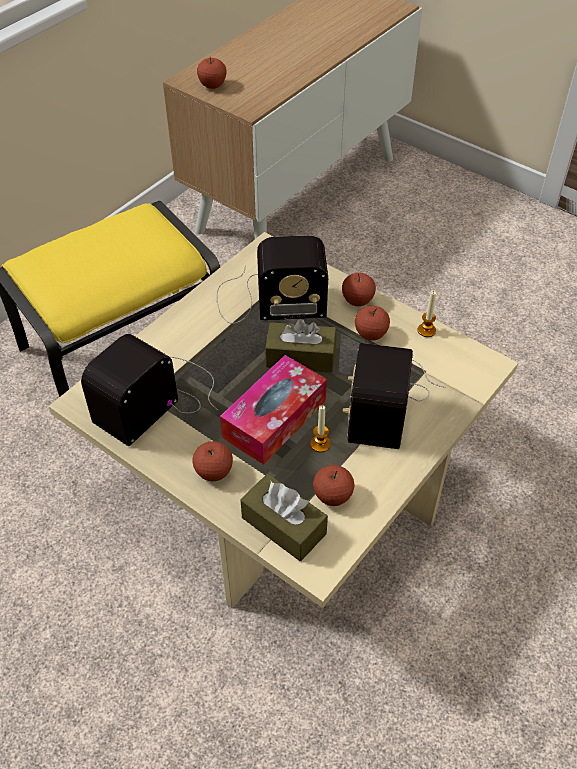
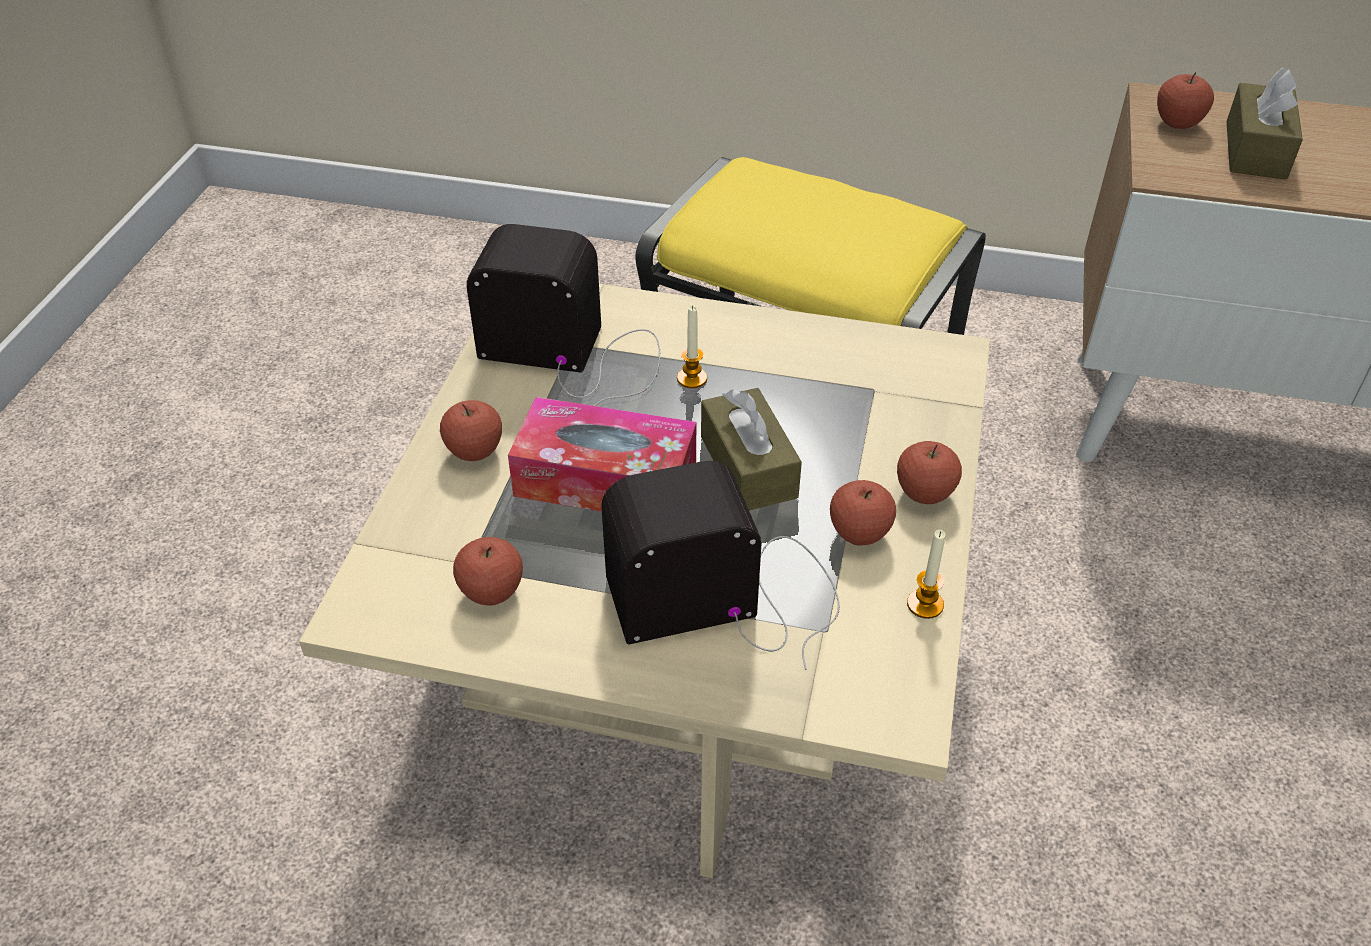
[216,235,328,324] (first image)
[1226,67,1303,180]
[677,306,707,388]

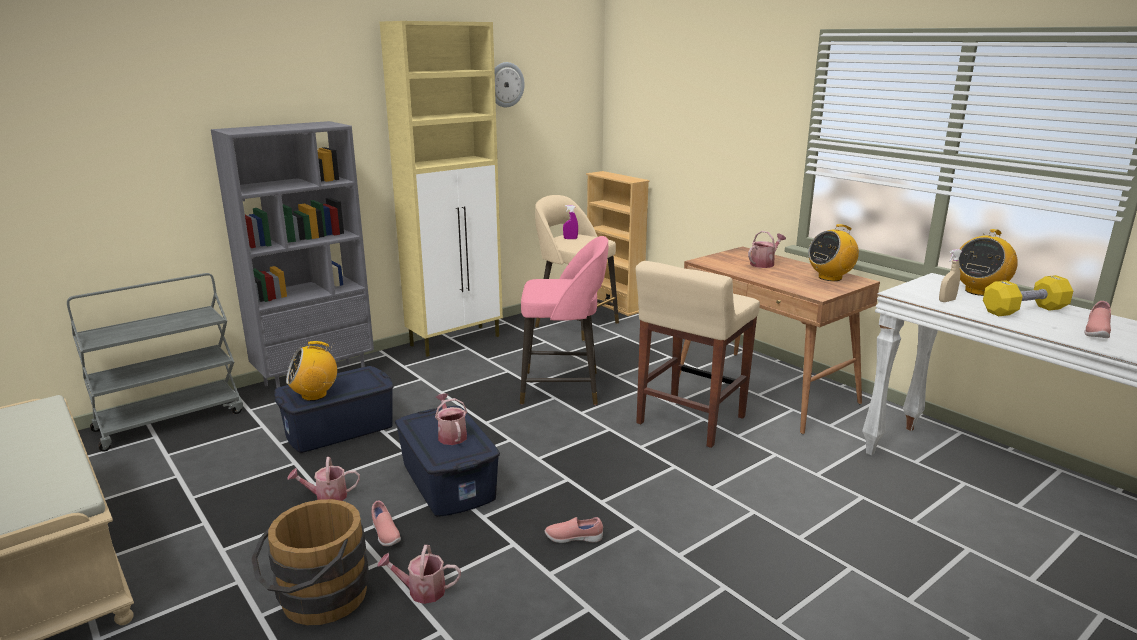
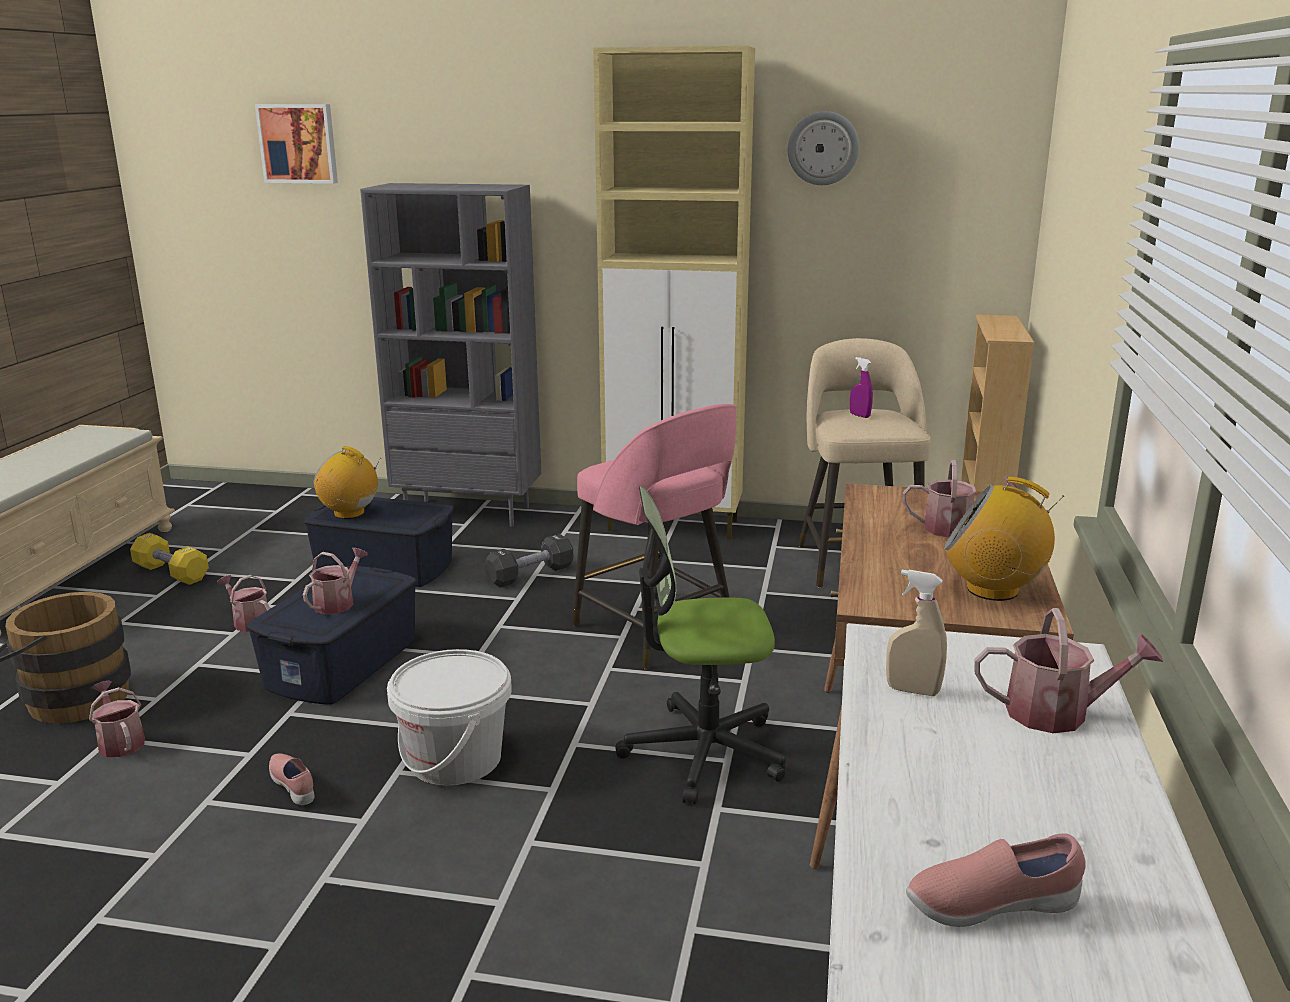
[67,273,243,451] (first image)
[372,501,401,546] (first image)
[616,487,786,804]
[974,608,1163,733]
[130,533,209,585]
[255,104,338,184]
[387,649,512,786]
[485,534,573,588]

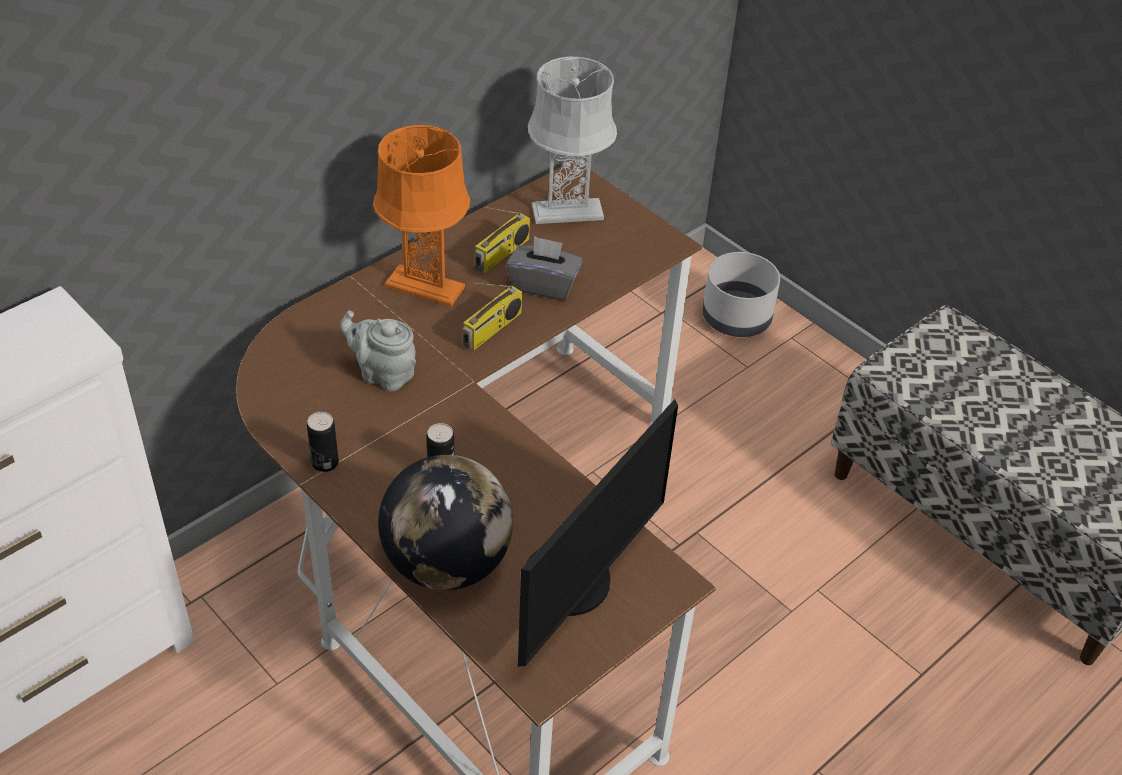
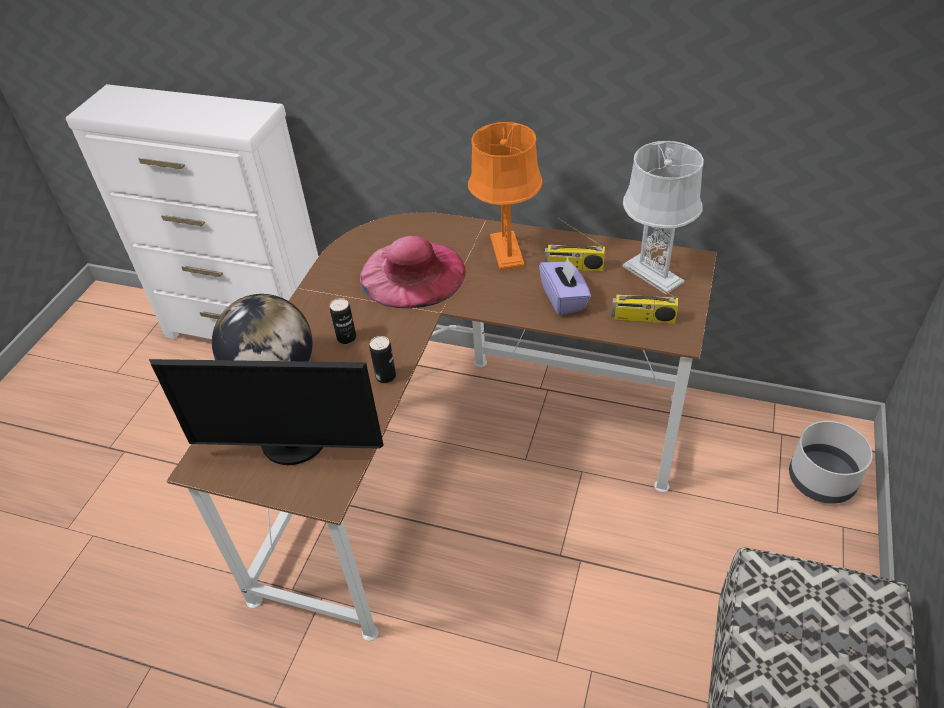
[370,336,396,383]
[360,236,466,308]
[612,267,678,324]
[539,257,591,316]

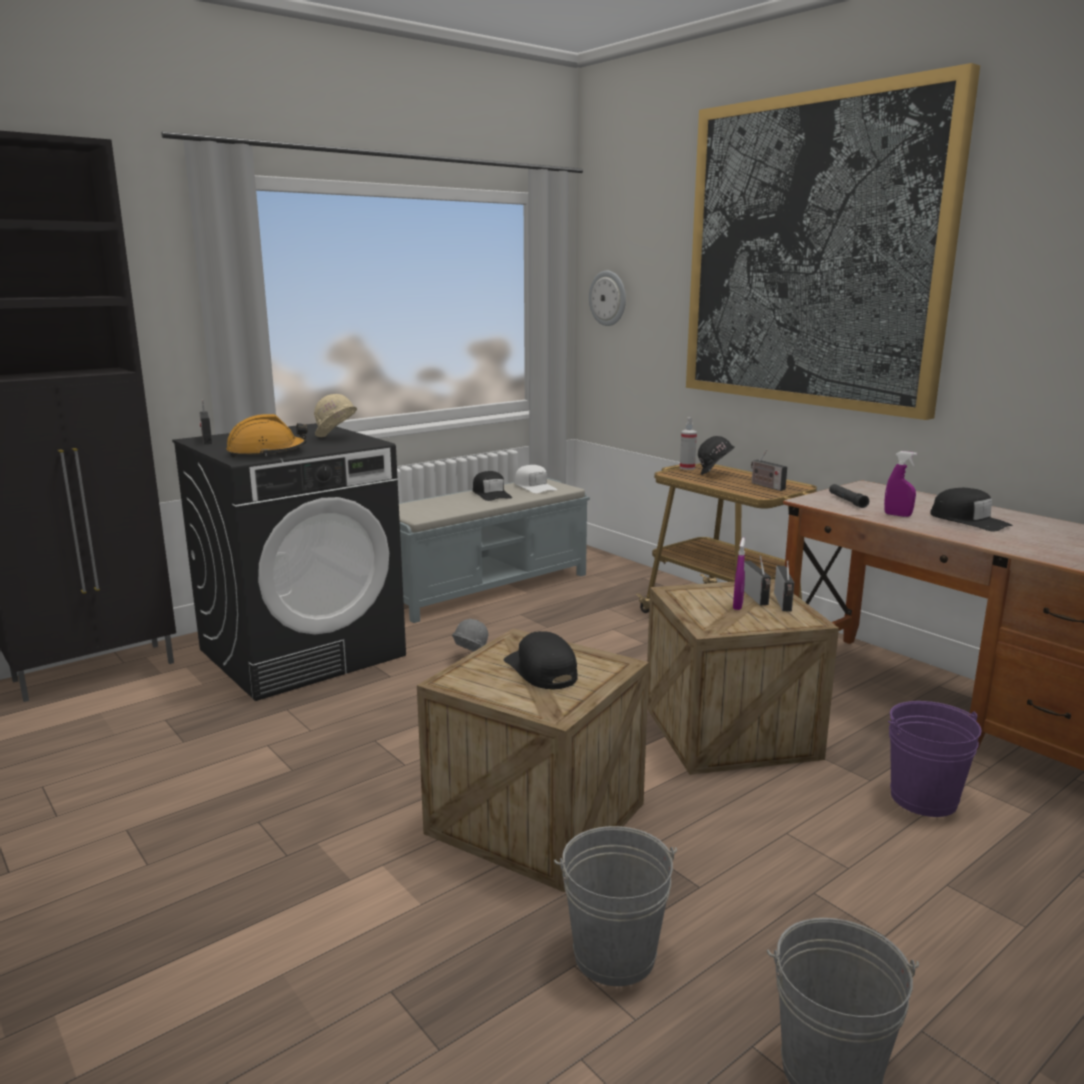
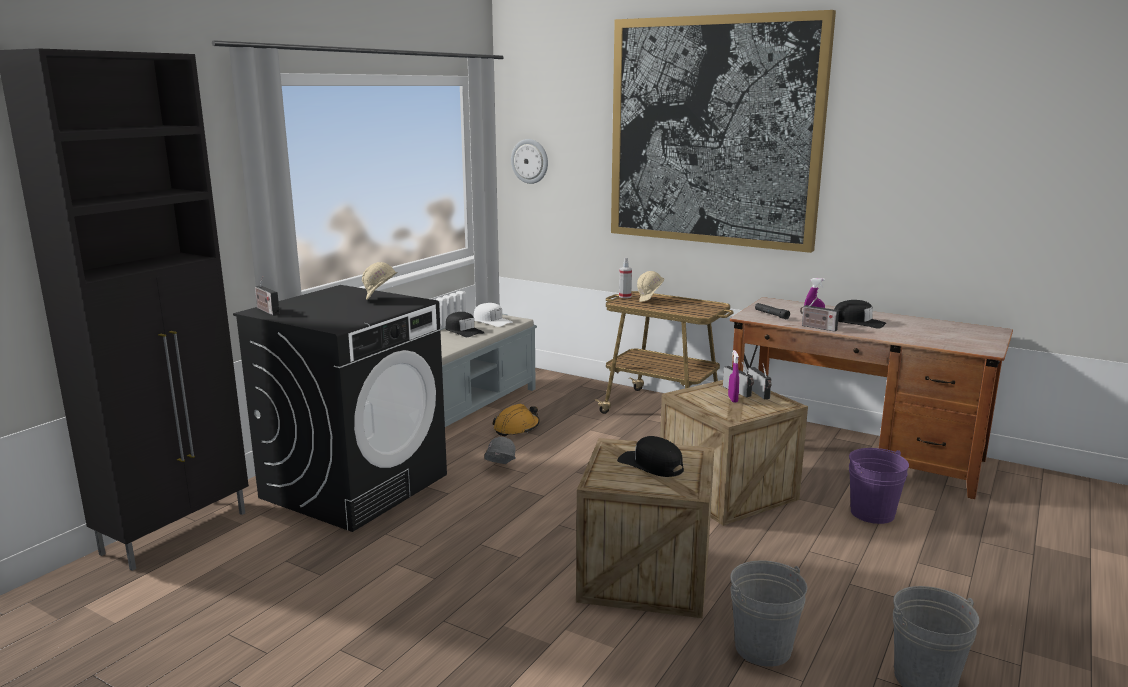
[492,404,540,436]
[637,271,664,302]
[800,297,839,332]

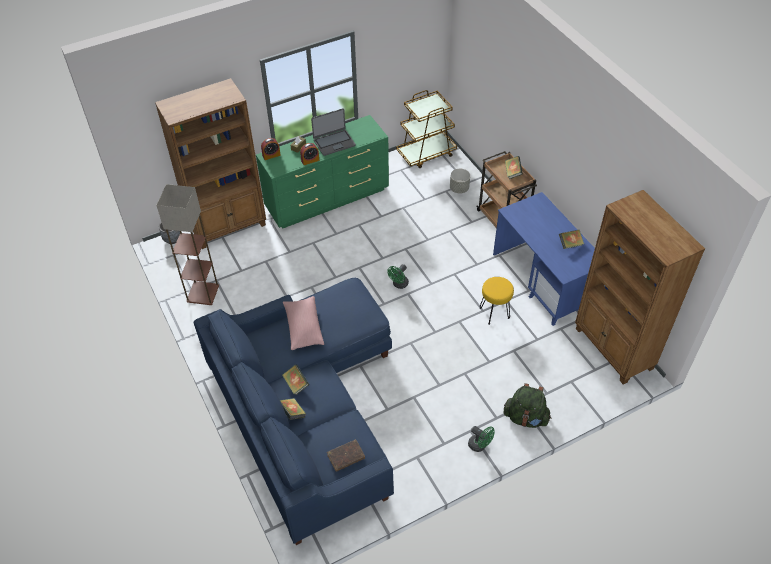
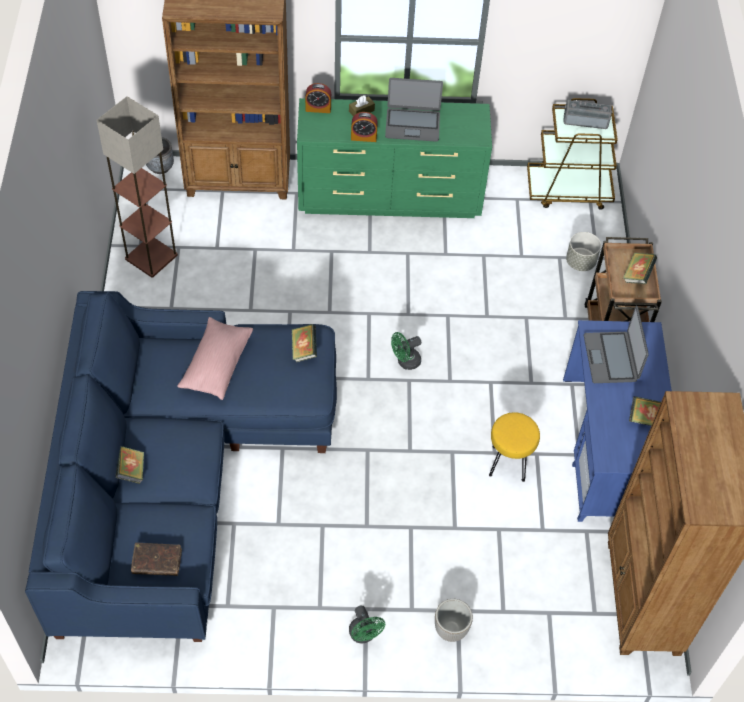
[292,324,317,362]
[435,599,473,642]
[563,100,613,129]
[584,306,649,383]

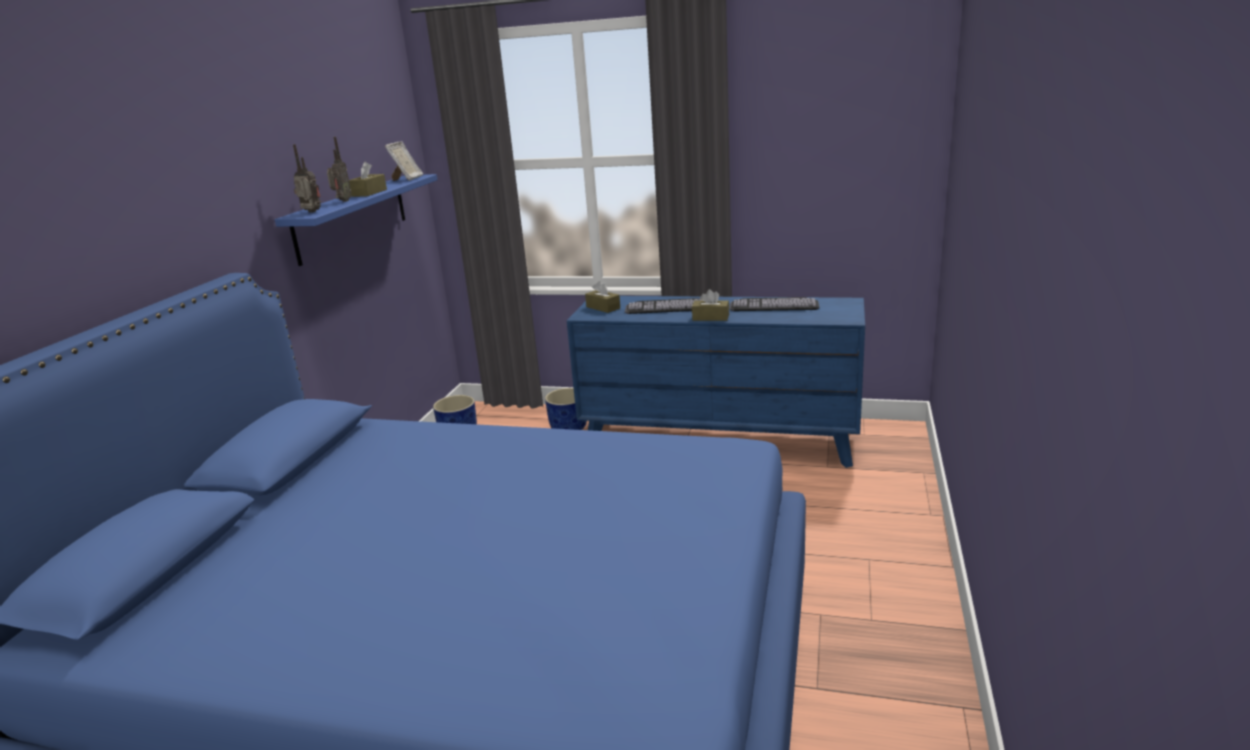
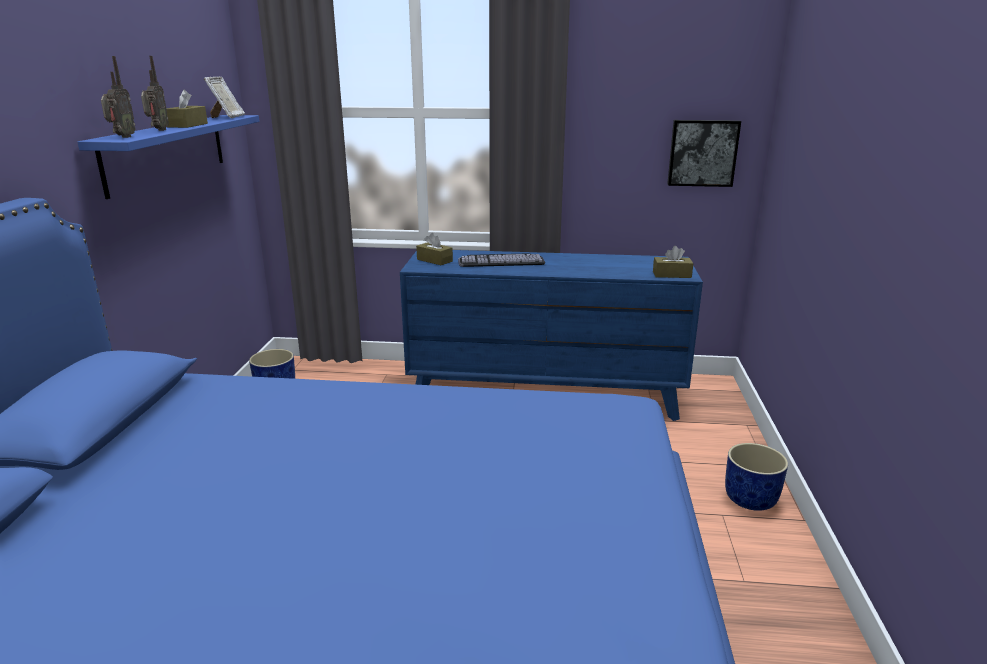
[101,56,135,138]
[725,443,788,511]
[653,246,693,278]
[730,297,819,311] (first image)
[667,120,741,187]

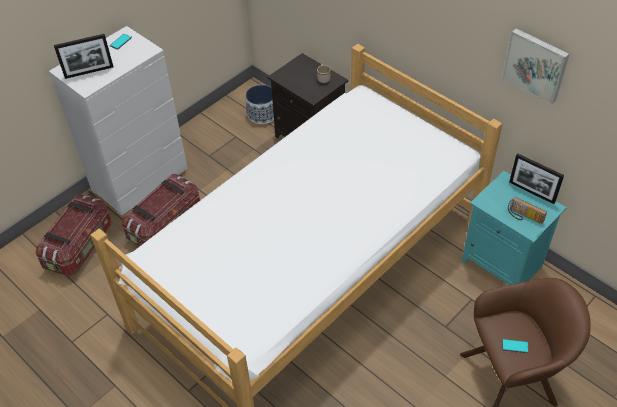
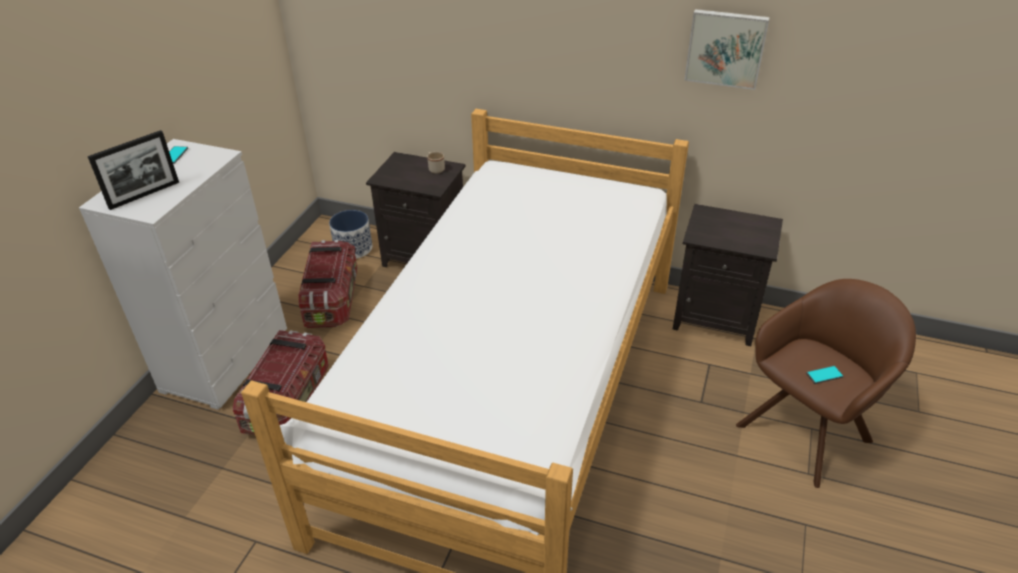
[299,240,357,328]
[673,204,783,346]
[508,197,547,224] (first image)
[509,153,564,204] (first image)

